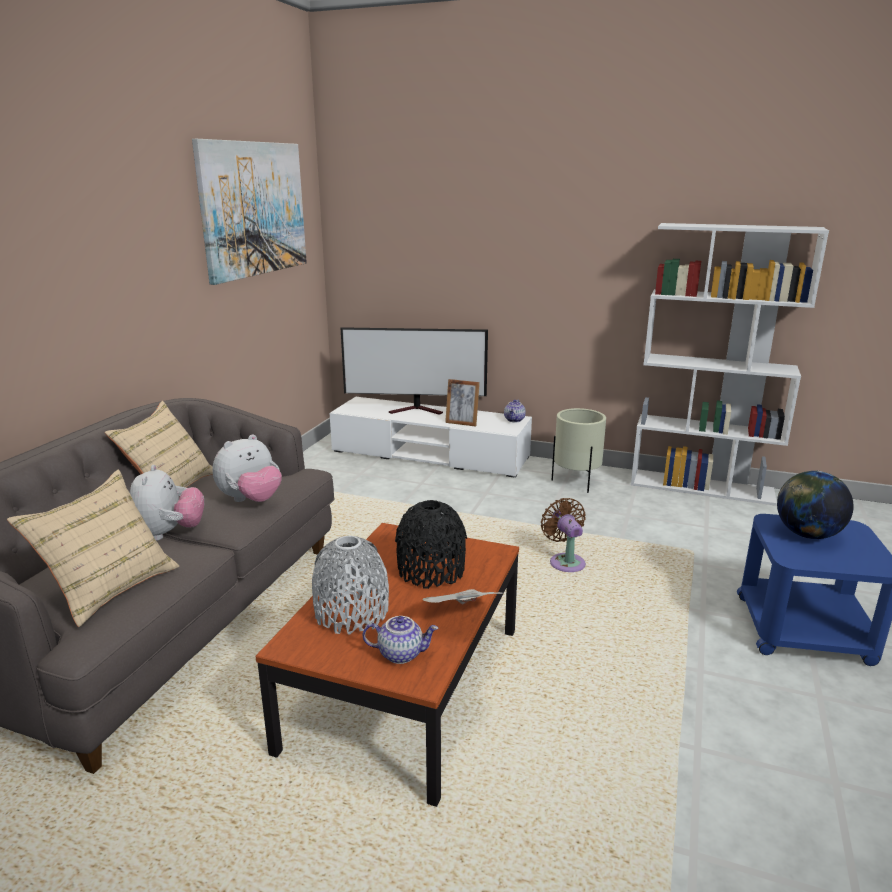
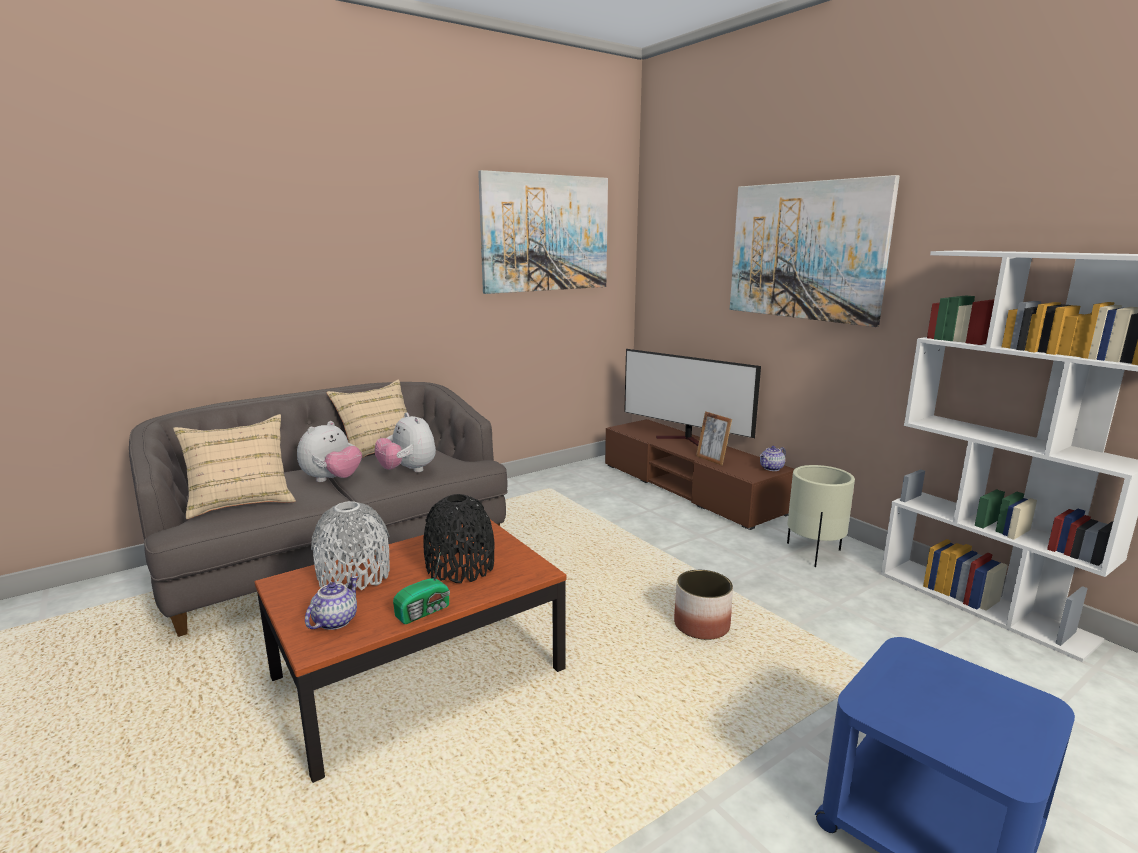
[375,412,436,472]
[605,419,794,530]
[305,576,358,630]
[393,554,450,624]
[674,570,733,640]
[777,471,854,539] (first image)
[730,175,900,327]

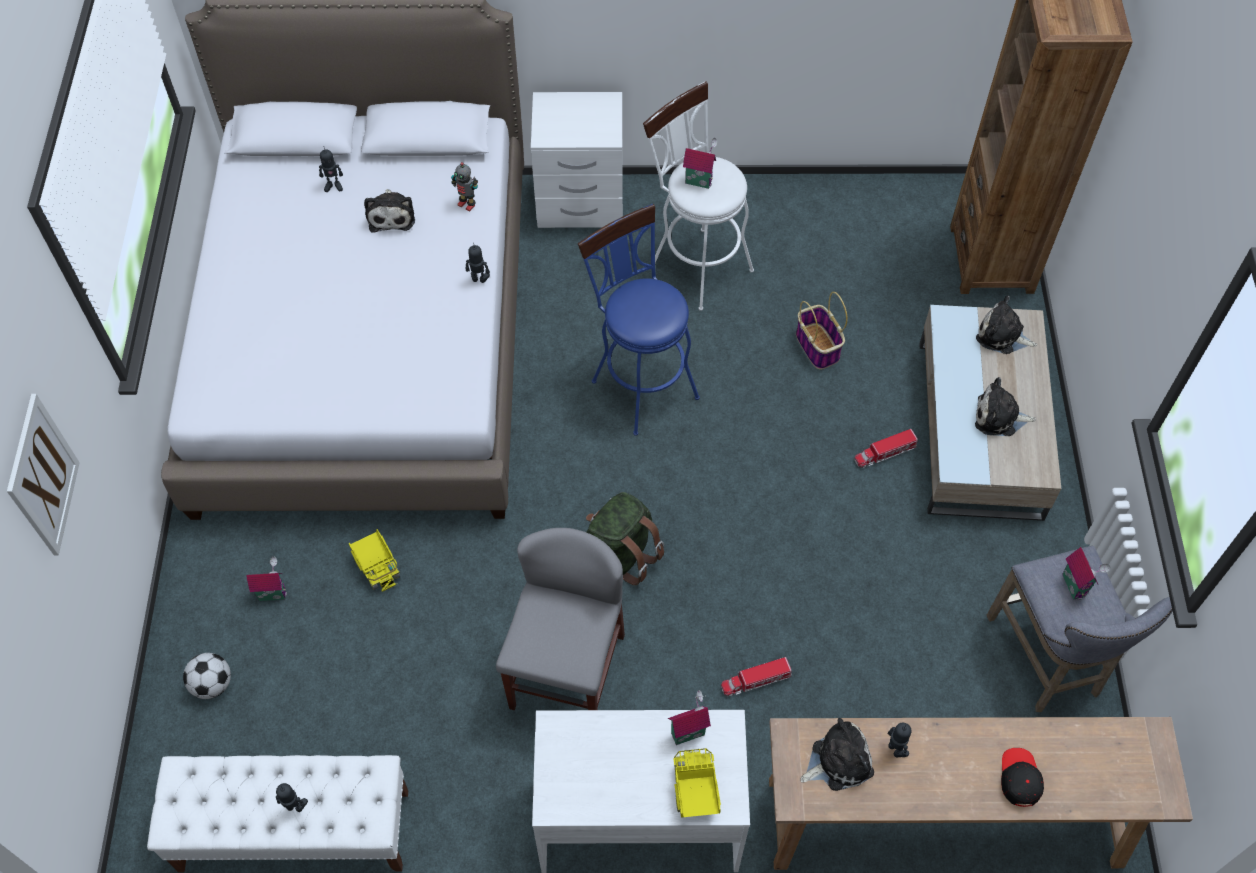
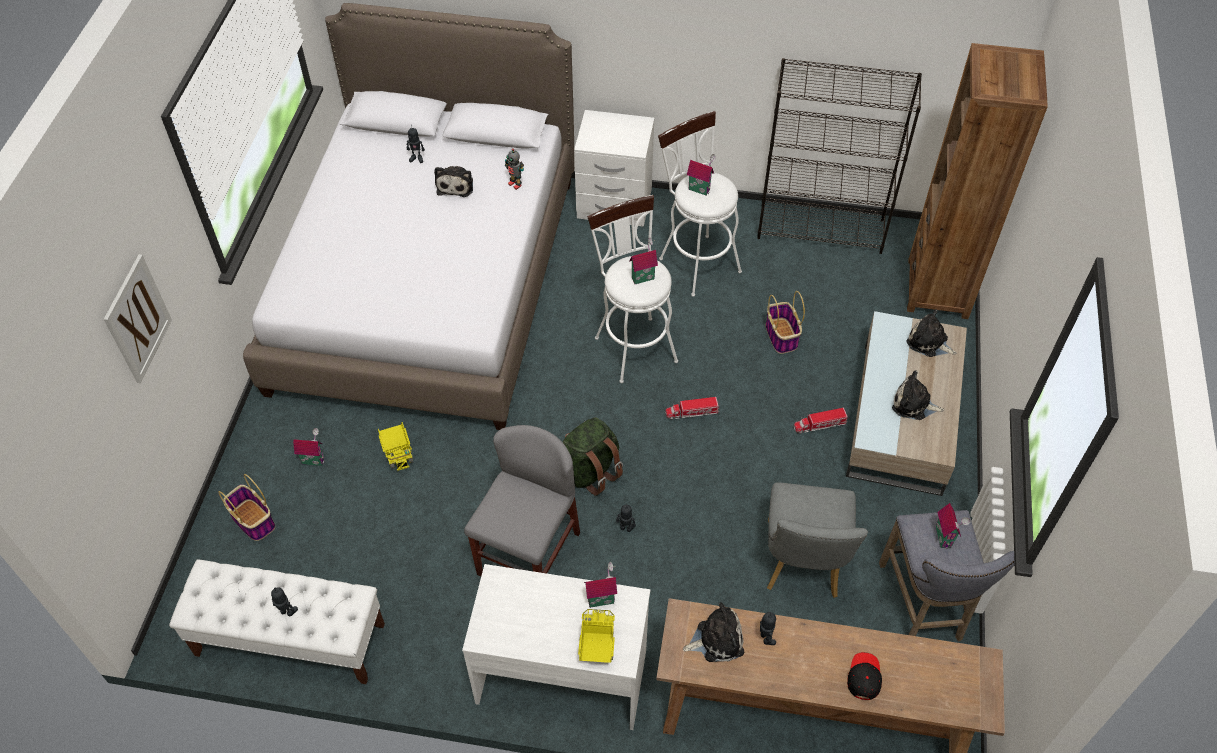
[218,474,275,541]
[616,504,636,532]
[587,195,678,383]
[665,397,719,420]
[629,237,658,284]
[757,58,922,254]
[767,482,868,598]

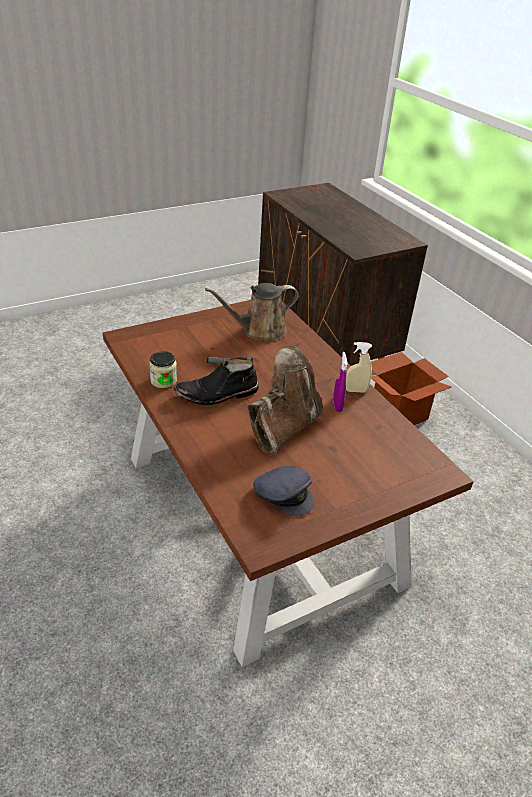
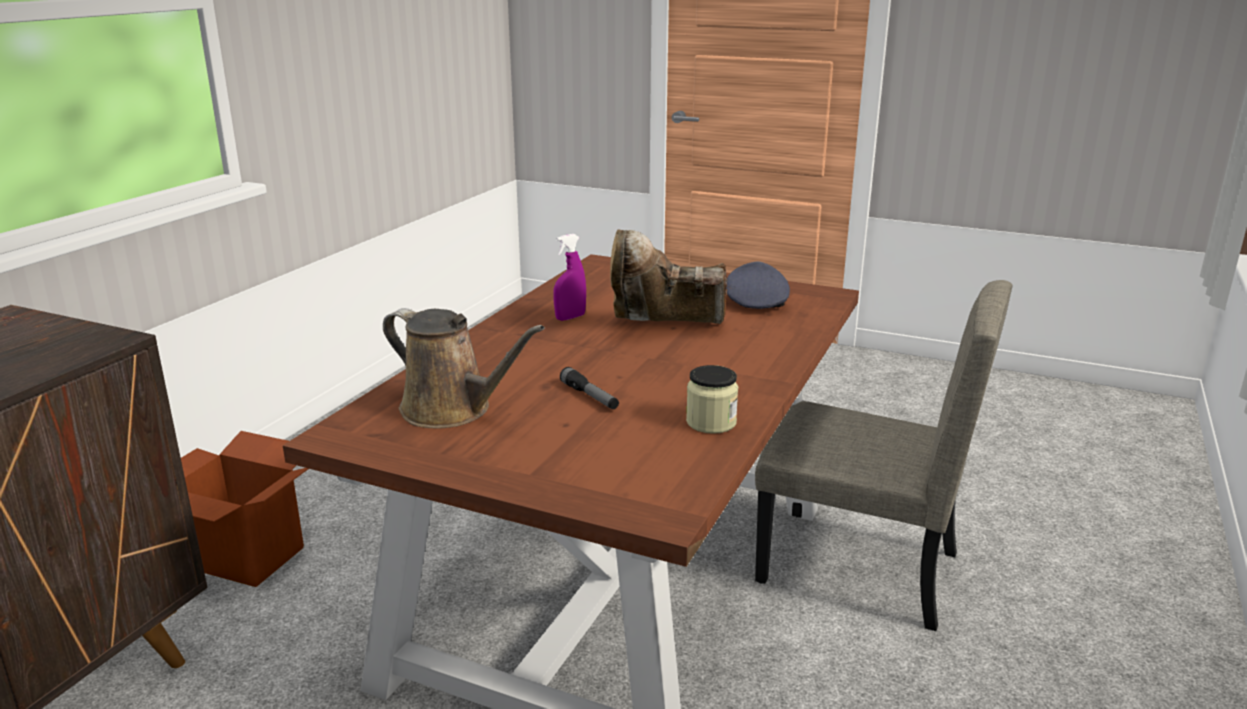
[174,359,259,405] (first image)
[346,342,372,393] (first image)
[755,280,1013,631]

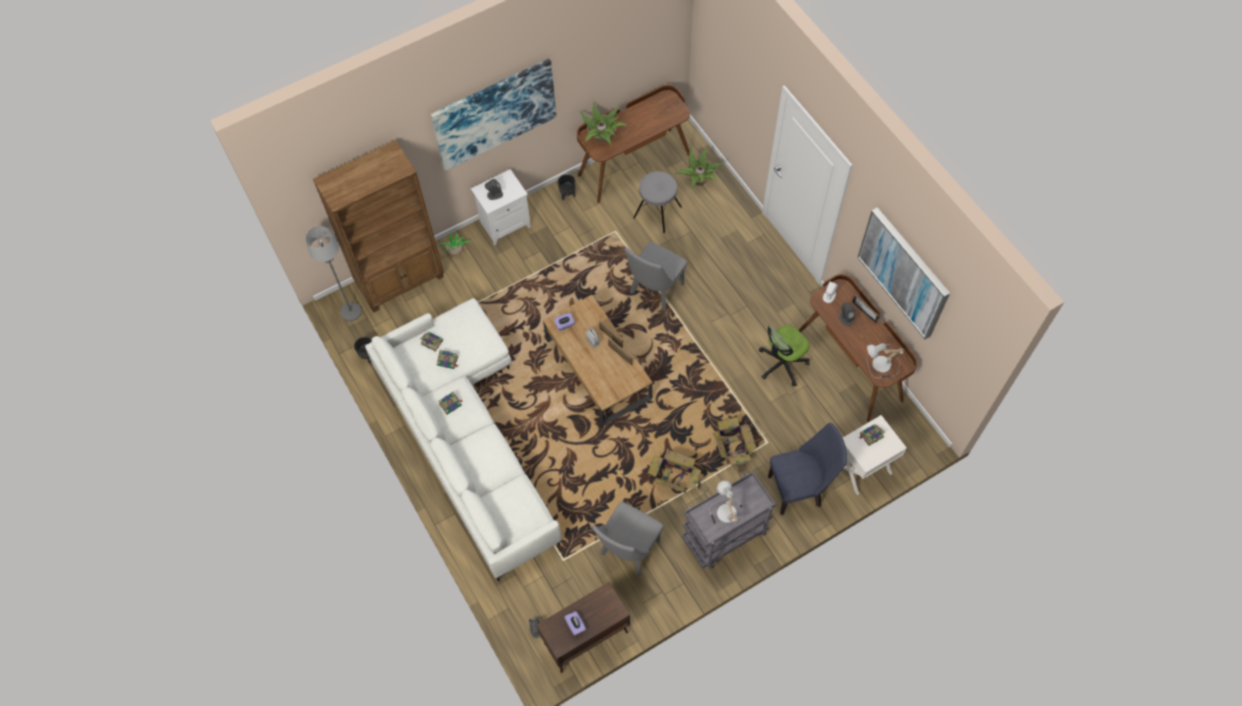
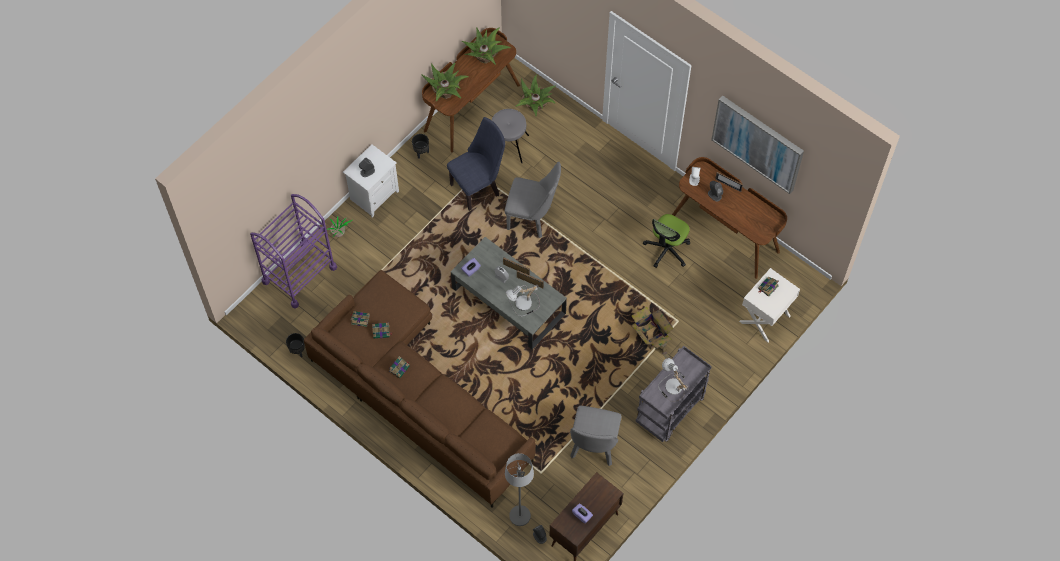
[505,453,534,526]
[250,194,337,309]
[304,270,536,507]
[431,59,556,171] (first image)
[451,237,567,350]
[505,162,561,238]
[648,451,709,493] (first image)
[447,117,505,211]
[506,285,540,316]
[462,27,511,65]

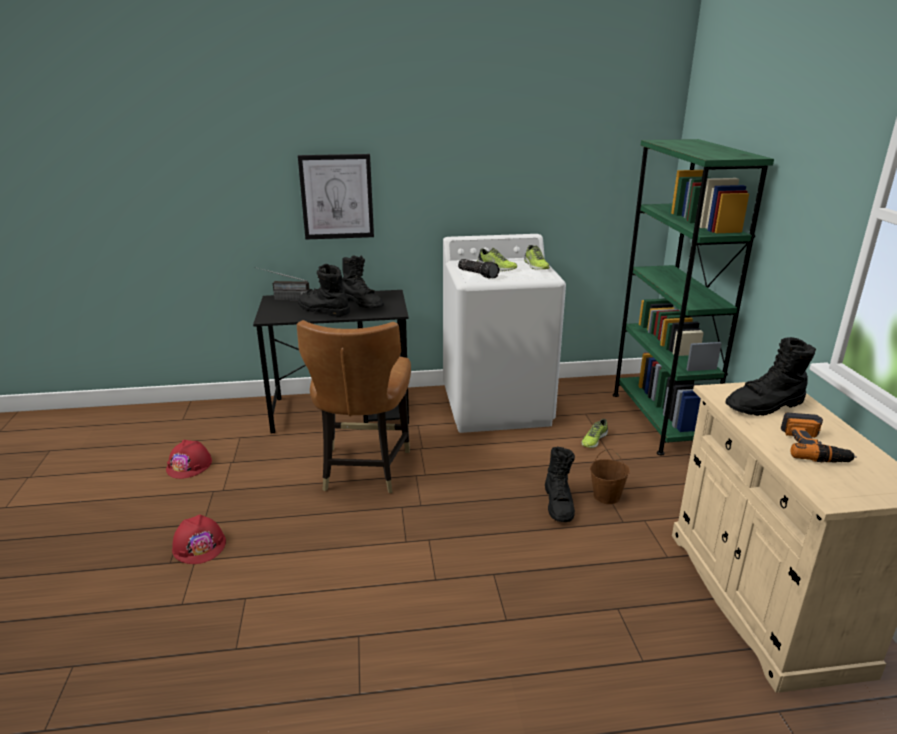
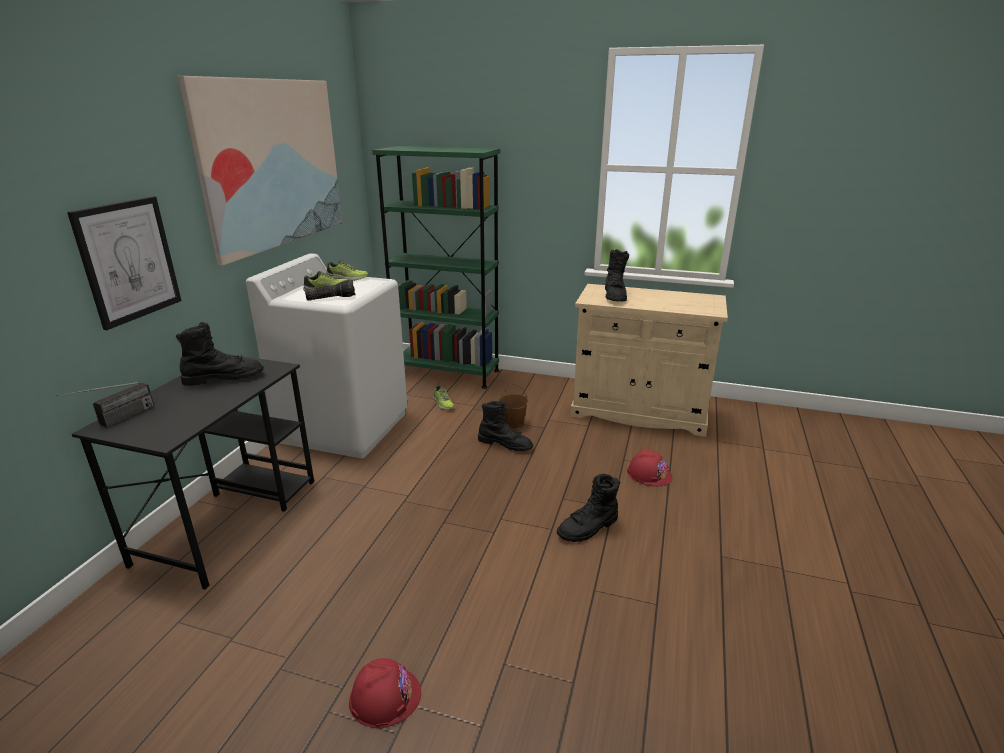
[627,448,672,486]
[297,320,411,493] (first image)
[557,474,620,542]
[781,412,857,462] (first image)
[178,76,342,266]

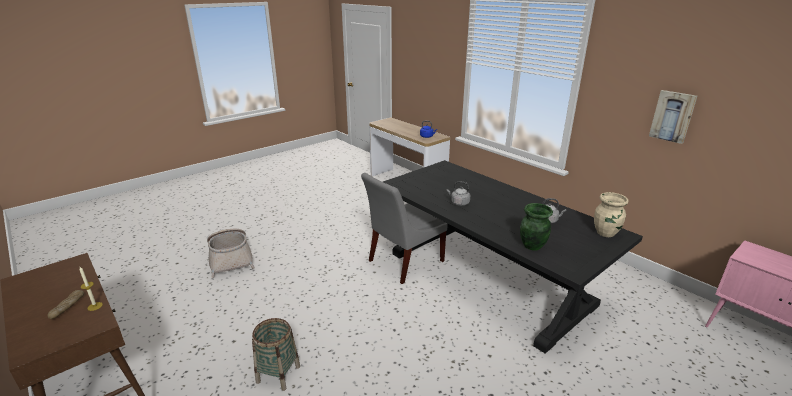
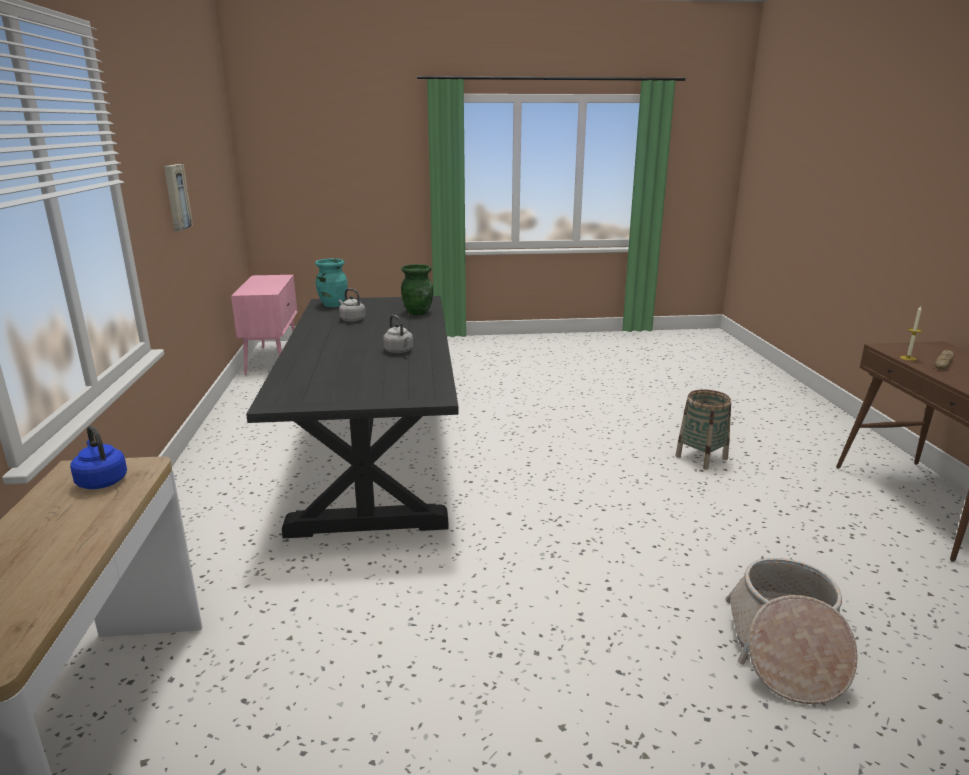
[361,173,448,284] (first image)
[315,259,348,307]

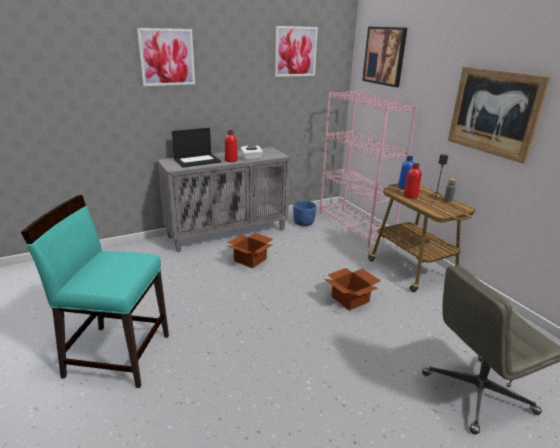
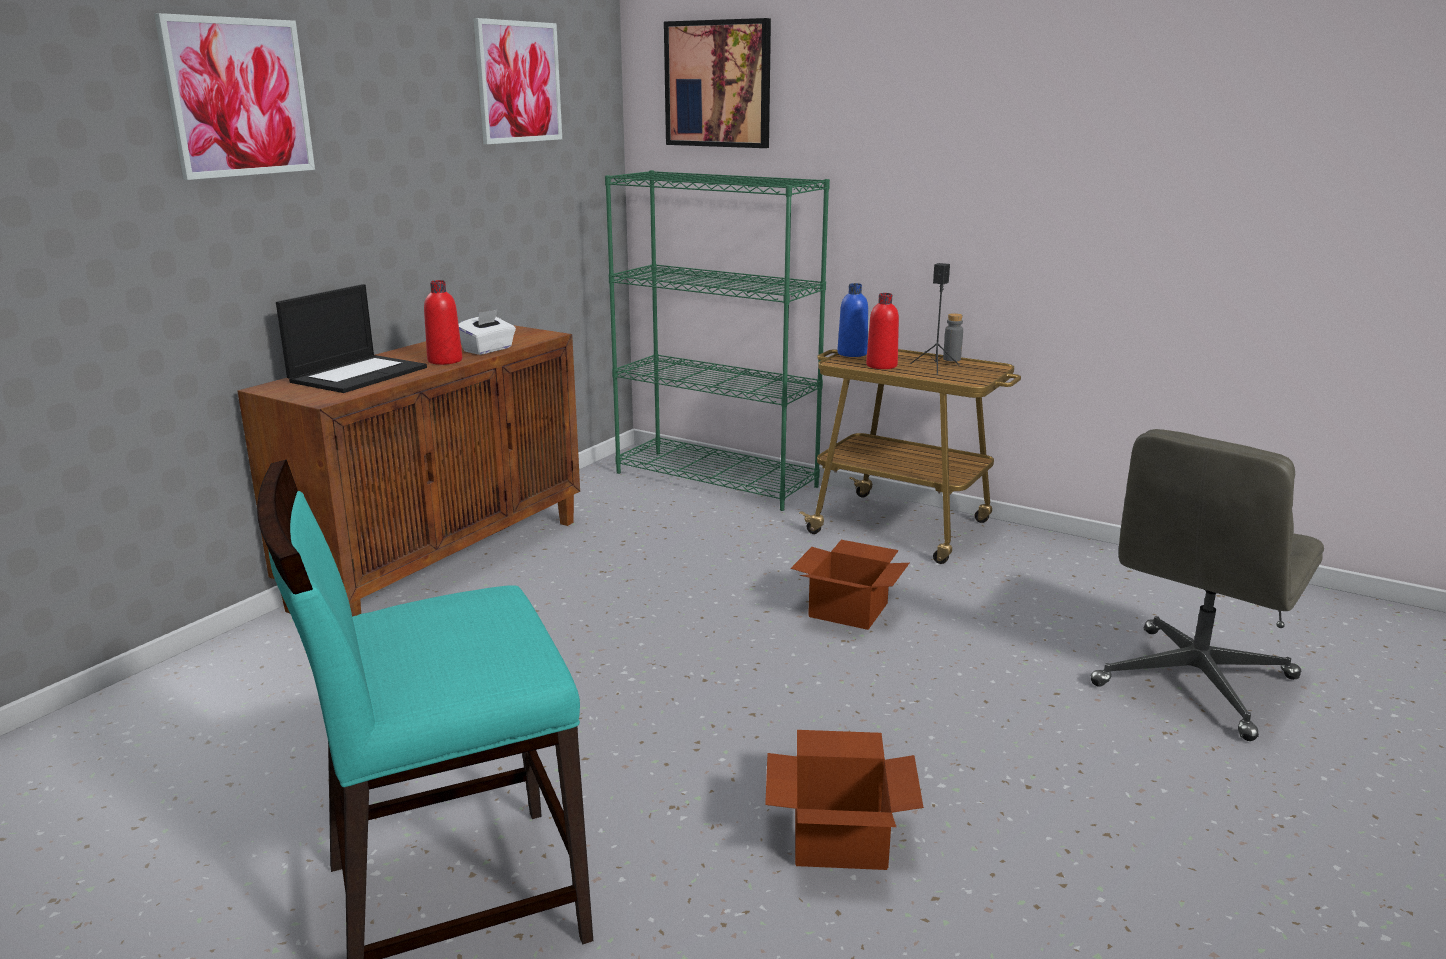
[237,325,580,616]
[765,730,924,870]
[293,201,316,226] (first image)
[605,170,830,511]
[448,67,551,164] (first image)

